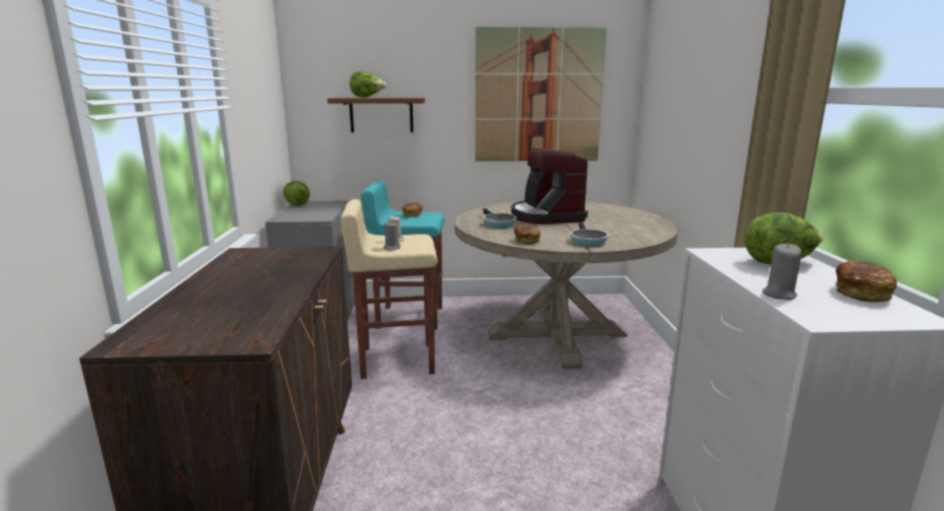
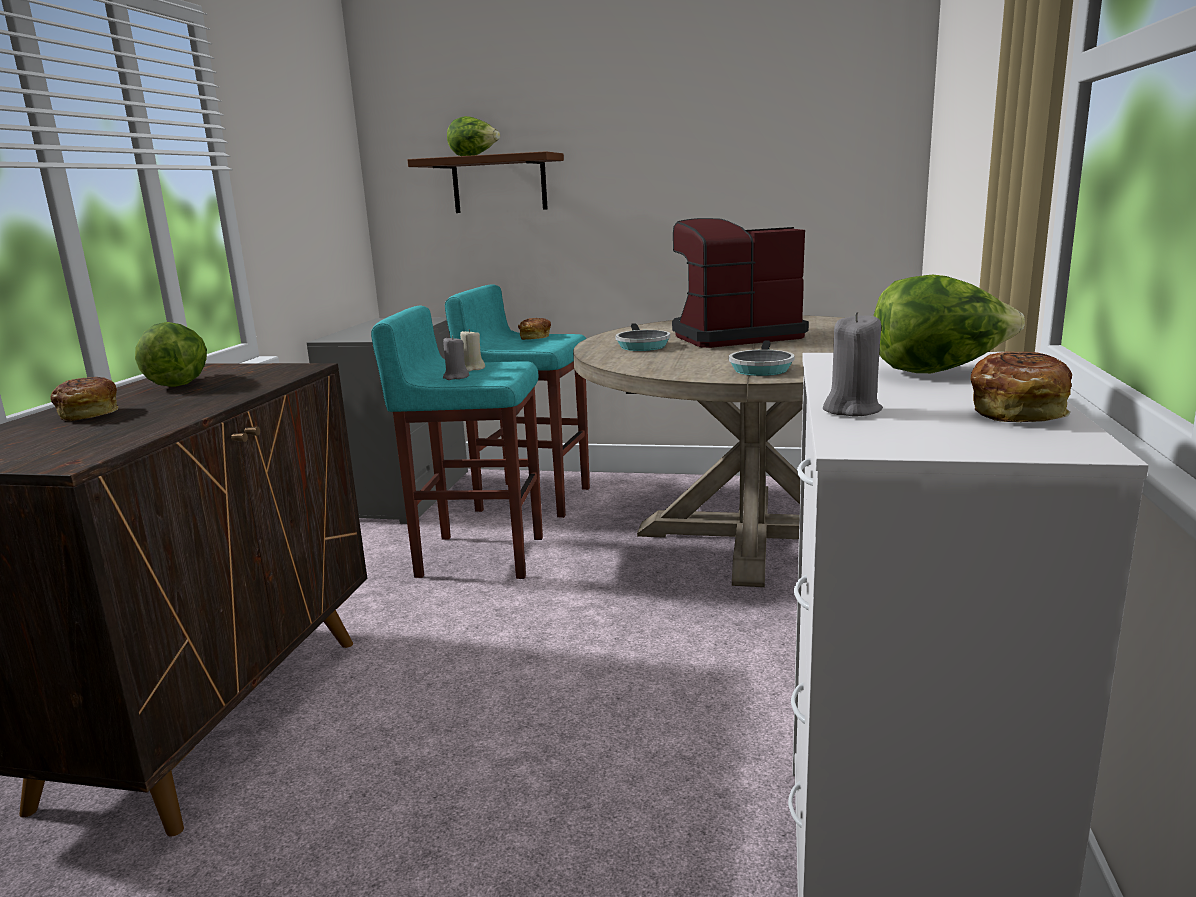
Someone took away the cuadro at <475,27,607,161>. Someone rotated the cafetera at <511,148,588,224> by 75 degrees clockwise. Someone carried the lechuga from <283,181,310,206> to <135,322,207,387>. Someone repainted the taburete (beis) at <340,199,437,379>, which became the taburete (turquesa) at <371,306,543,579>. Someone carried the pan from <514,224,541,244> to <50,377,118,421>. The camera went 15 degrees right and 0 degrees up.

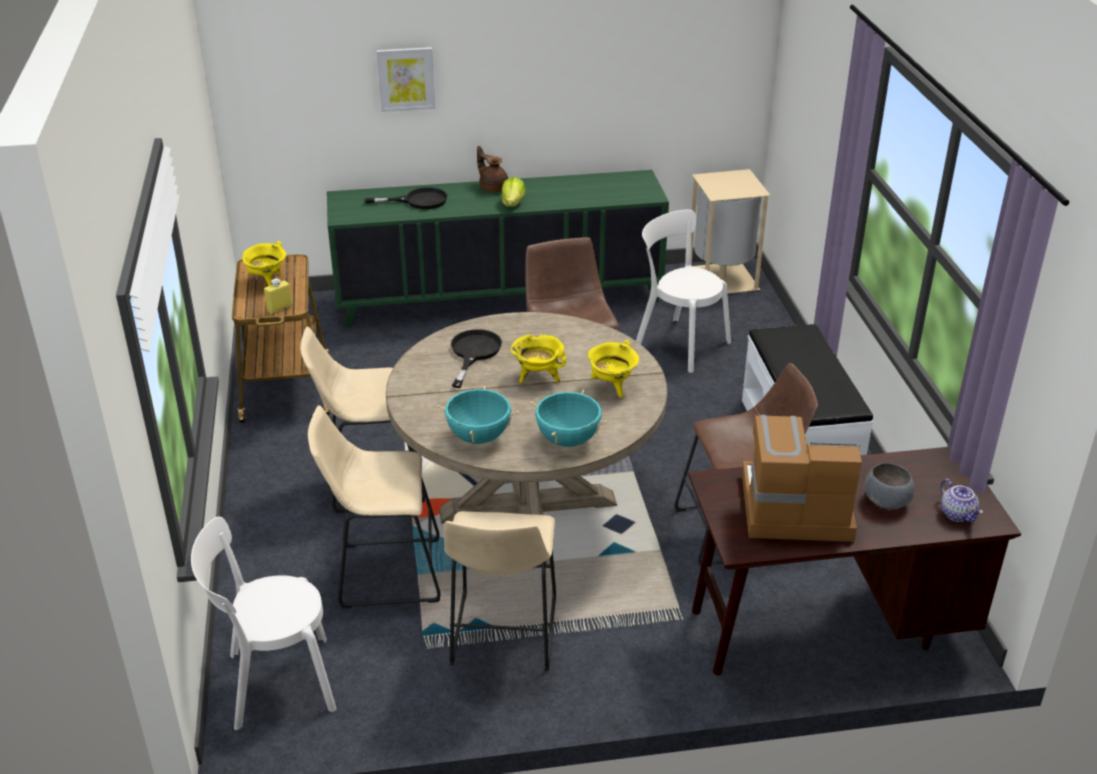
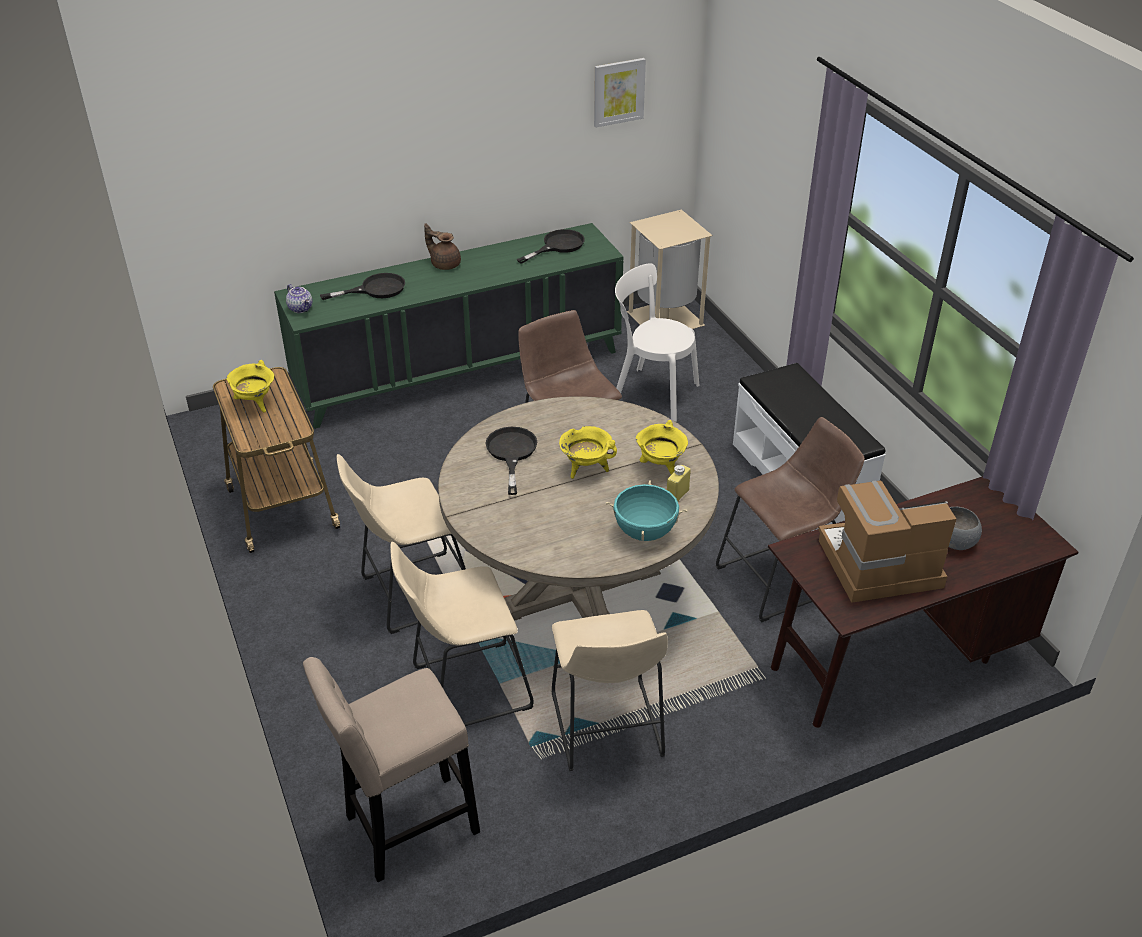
Someone carried the cuadro from <377,47,435,112> to <594,58,646,127>. Someone took away the lechuga at <501,177,526,207>. Someone carried the botella (amarillo) from <264,278,292,314> to <667,465,691,501>. Someone took away the olla (turquesa) at <437,386,519,444>. Someone carried the tetera from <941,479,983,523> to <286,284,313,313>. Someone swapped the silla (blanco) at <191,517,336,730> for the taburete (beis) at <303,657,480,882>. Someone put down the sartén (negro) at <517,229,585,264>. The camera went 15 degrees left and 5 degrees up.

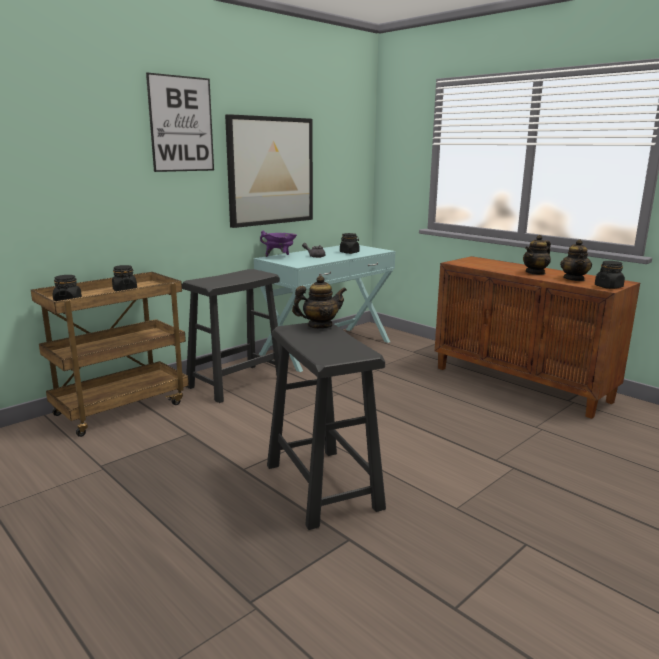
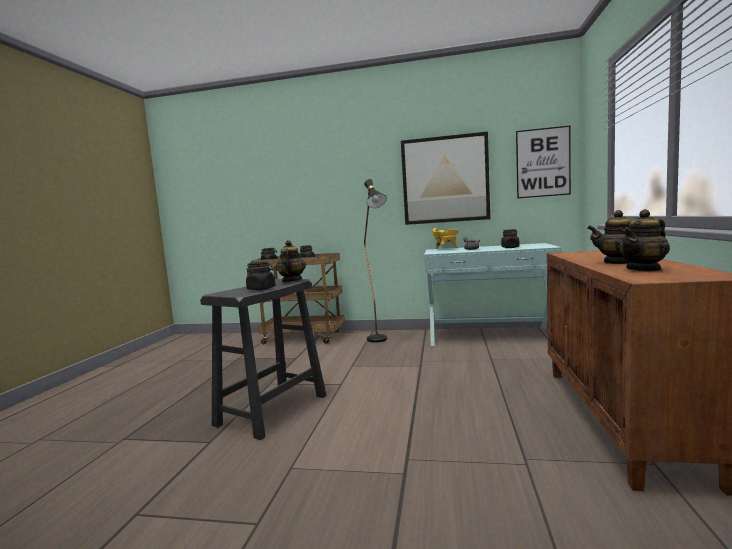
Someone carried the cuadro from <146,73,214,172> to <516,126,571,198>. Someone repainted the olla (morado) at <260,231,297,257>, which became the olla (amarillo) at <432,228,460,249>. Someone carried the tarro (negro) from <595,261,625,289> to <246,261,275,290>. Someone swapped the taburete (negro) at <182,269,280,403> for the lámpara de pie (negro) at <364,179,387,343>. Someone rotated the tetera at <292,276,347,329> by 120 degrees counterclockwise. The camera went 55 degrees right and 10 degrees down.

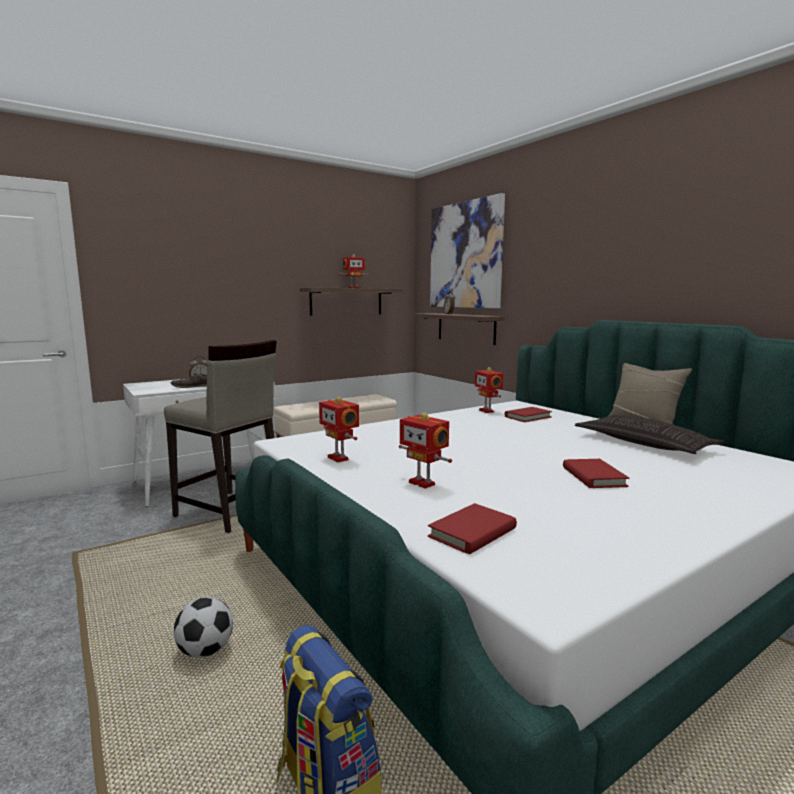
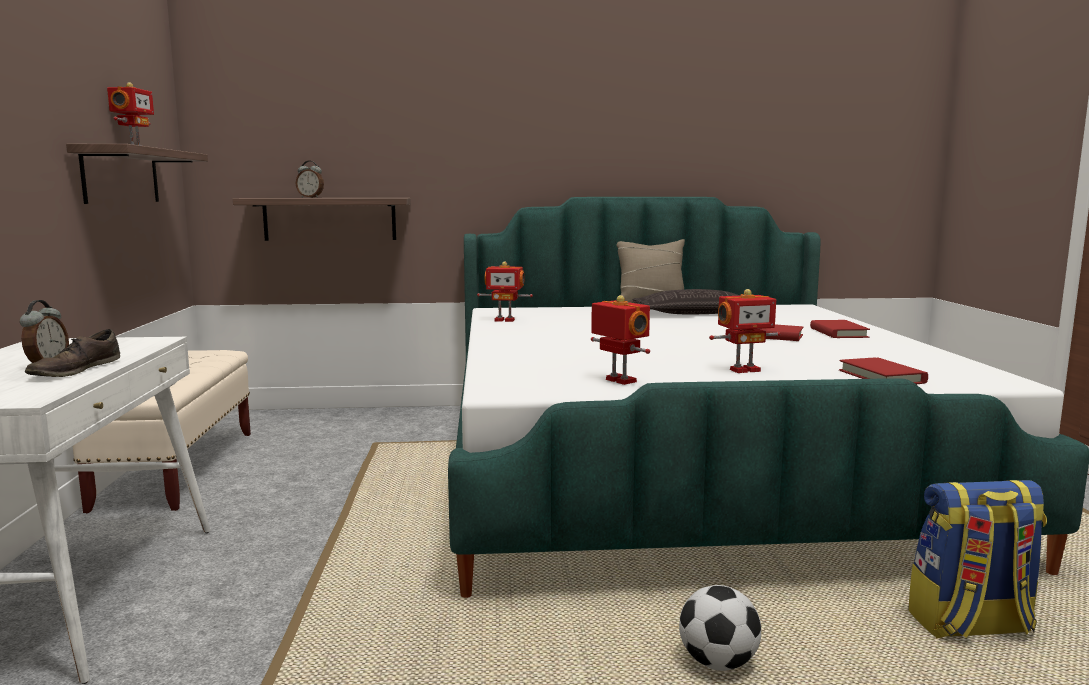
Someone took away the cuadro at <430,193,505,308>. Someone took away the taburete (beis) at <164,340,277,533>. Someone rotated the robot de juguete at <319,397,359,462> by 120 degrees counterclockwise. Someone carried the libro (rojo) from <505,407,552,422> to <810,320,870,338>. The camera went 60 degrees left and 0 degrees up.

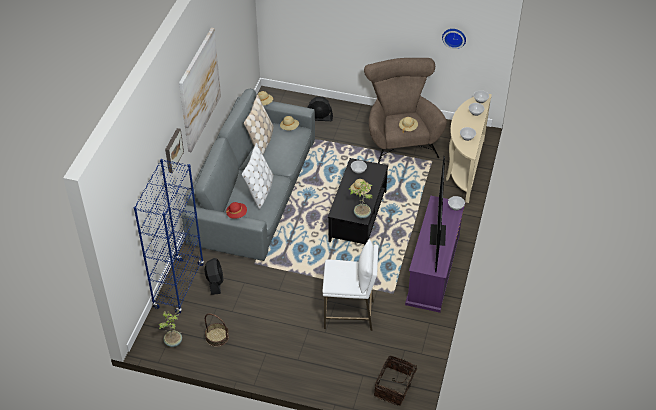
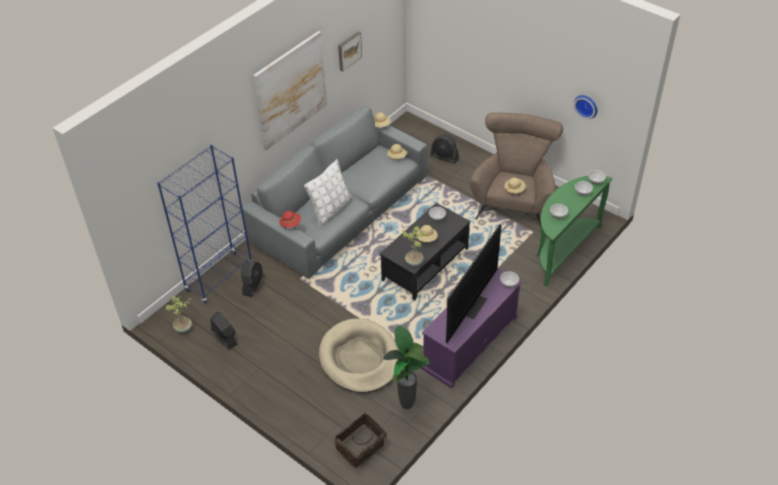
Someone repainted the mesa consola (beis) at <446,94,492,203>, which became the mesa consola (verde) at <537,176,612,286>. Someone took away the cojín (beis) at <244,95,274,154>. Someone carried the cuadro from <165,128,184,173> to <338,31,362,72>. Someone swapped the taburete (blanco) at <322,239,378,331> for the cama para perro (beis) at <319,318,399,393>. Someone swapped the cesta at <205,313,229,347> for the ventilador (negro) at <210,312,238,350>. Someone put down the planta en maceta at <383,326,429,409>. The camera went 25 degrees right and 0 degrees up.

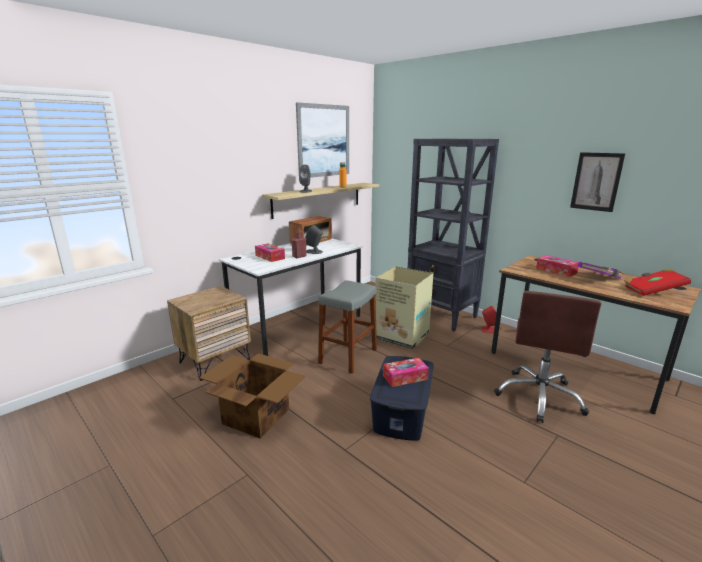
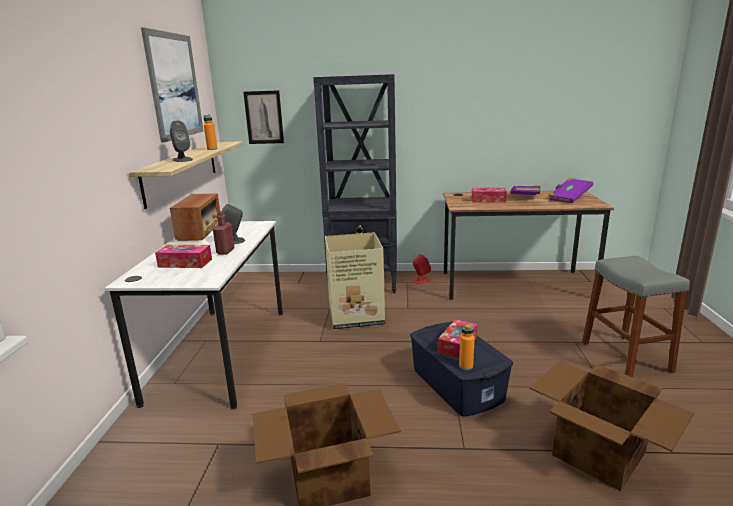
Someone carried the cuadro from <570,152,625,212> to <243,90,284,144>. Someone repainted the libro (rojo) at <624,269,691,296>, which became the libro (morado) at <549,178,593,203>. Someone carried the taburete (gris) from <318,280,377,374> to <582,256,690,377>. Someone took away the mesita de noche (marrón) at <167,286,251,381>. Someone took away the silla de oficina (marrón) at <494,291,602,423>. Someone put down the botella (naranja) at <459,323,475,370>. Someone put down the caja de cartón at <529,361,694,491>. The camera went 40 degrees left and 0 degrees up.

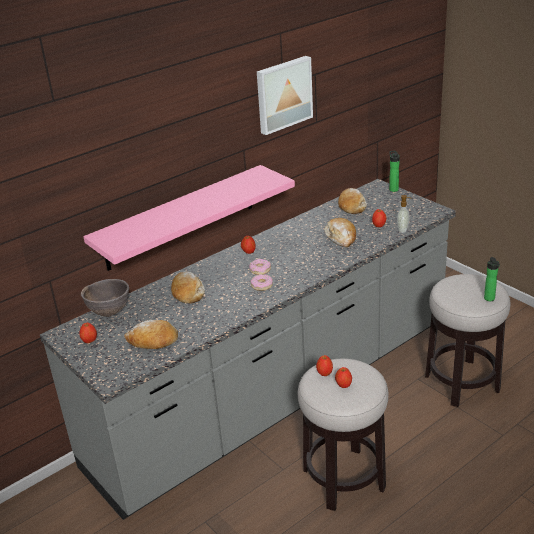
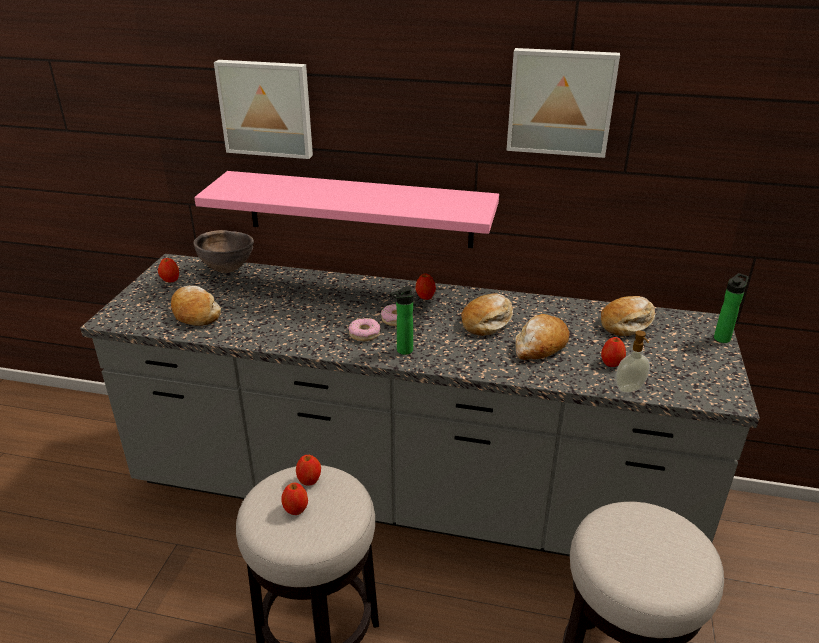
Someone carried the botella from <484,257,500,301> to <390,286,413,355>. Someone carried the pan from <171,271,205,304> to <461,293,513,336>. Someone put up the cuadro at <214,60,313,159>. The camera went 50 degrees right and 0 degrees up.

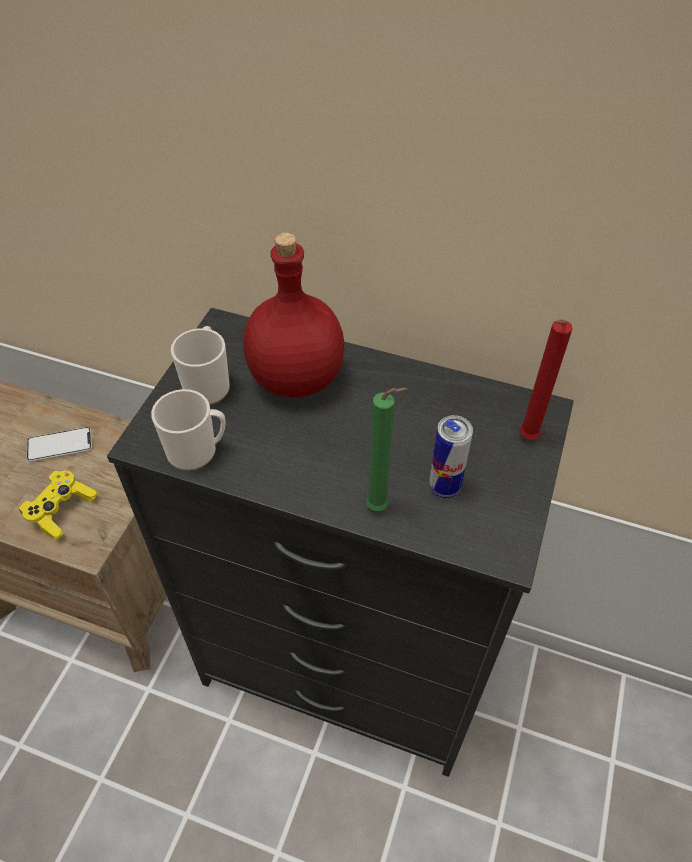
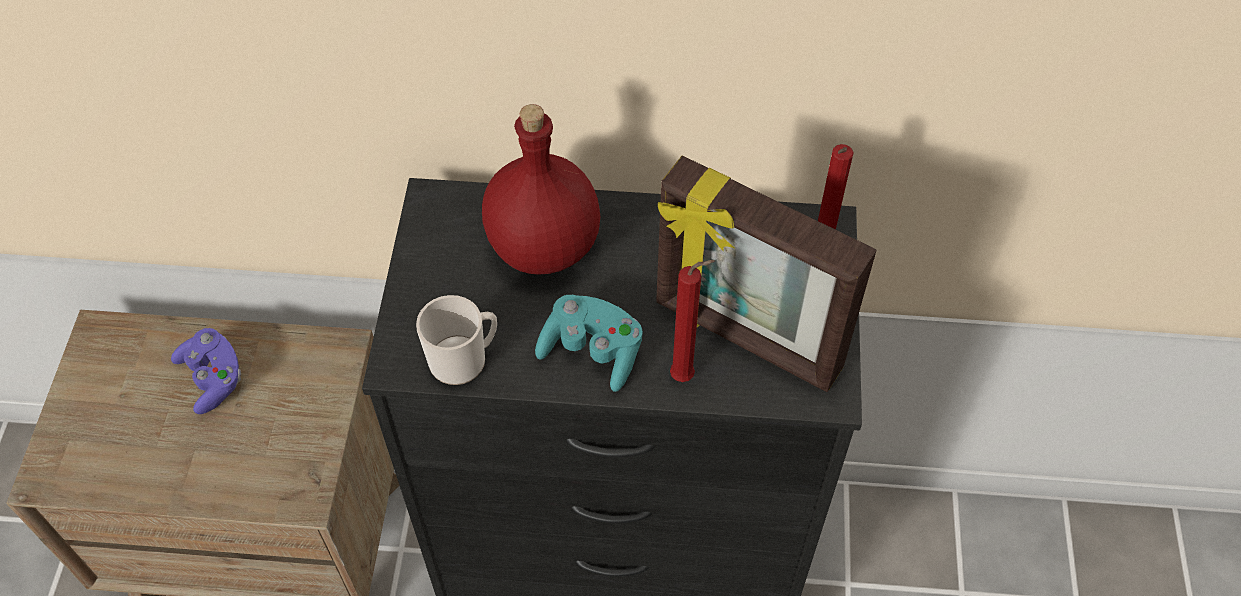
Someone took away the taza grande at <171,326,230,405>. Someone repainted the vela (verde) at <366,388,408,511>, which became the vela (rojo) at <670,260,715,382>. Someone swapped the lata at <429,415,473,498> for the portarretratos at <656,156,876,392>. Someone swapped the móvil at <26,427,92,462> for the mando de consola (morado) at <171,328,241,414>. Someone took away the mando de consola (amarillo) at <19,470,97,540>. Someone put down the mando de consola (turquesa) at <535,295,643,392>. The camera went 15 degrees left and 5 degrees up.

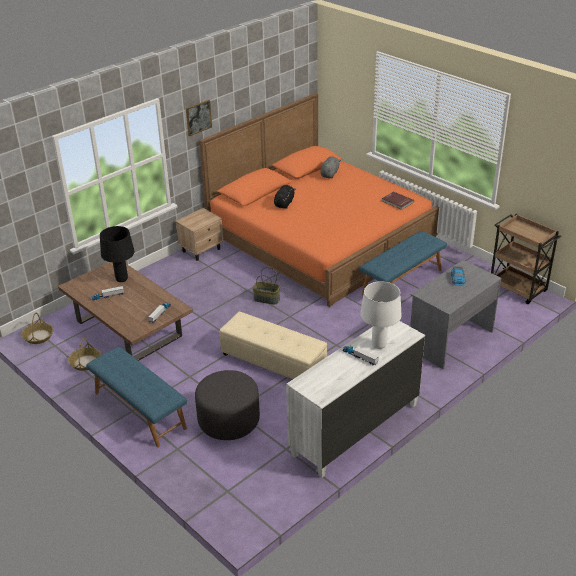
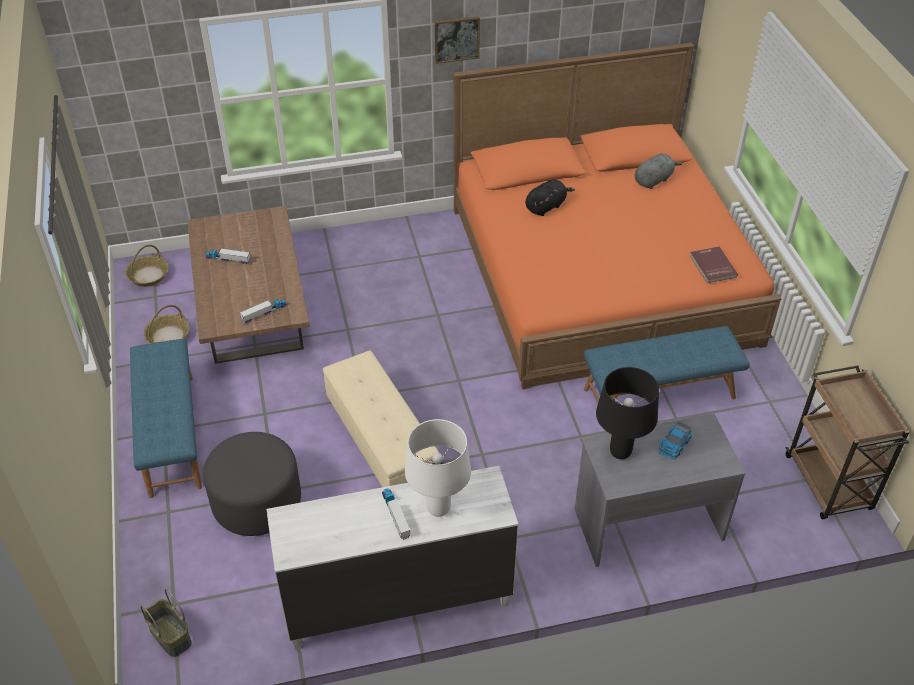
Someone took away the mesita de noche (beis) at <175,208,224,261>. Someone carried the lámpara de mesa (negro) from <100,226,135,282> to <596,367,659,459>. Someone carried the cesta from <252,267,280,304> to <140,589,192,657>. The camera went 30 degrees right and 10 degrees up.

